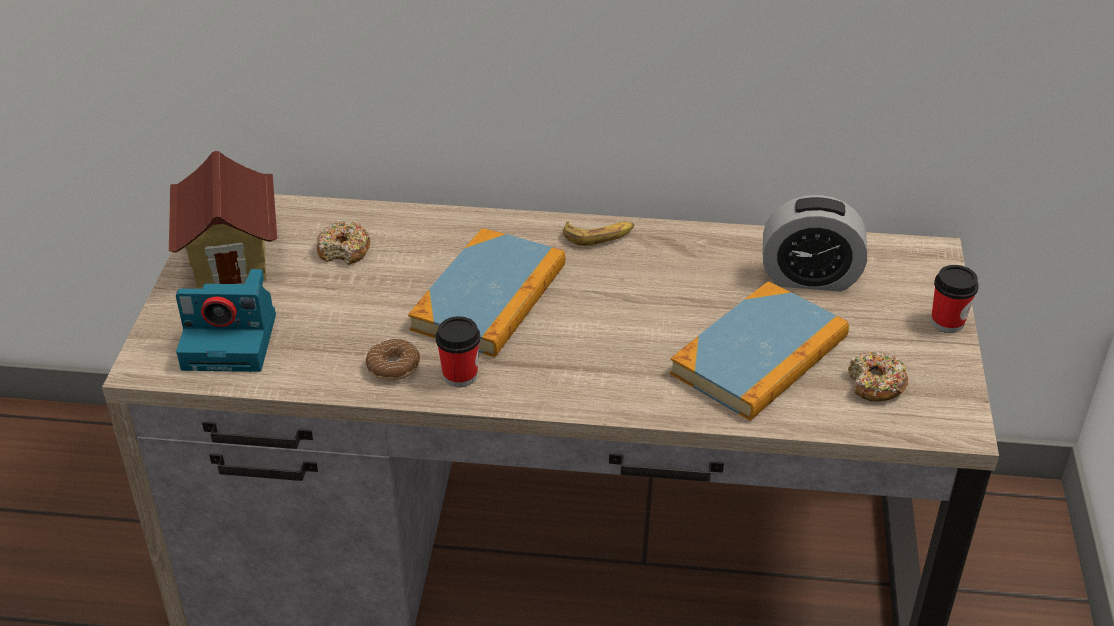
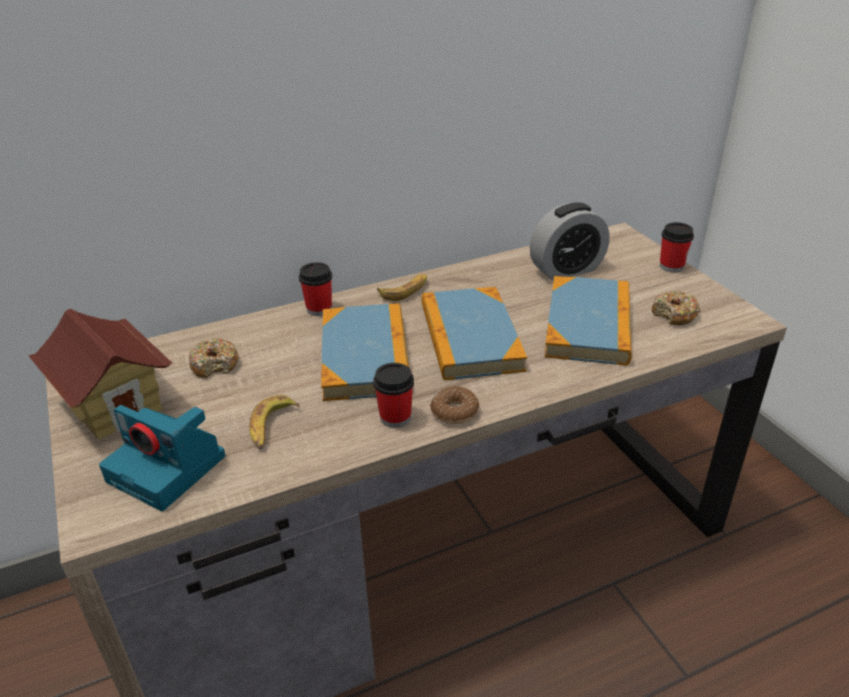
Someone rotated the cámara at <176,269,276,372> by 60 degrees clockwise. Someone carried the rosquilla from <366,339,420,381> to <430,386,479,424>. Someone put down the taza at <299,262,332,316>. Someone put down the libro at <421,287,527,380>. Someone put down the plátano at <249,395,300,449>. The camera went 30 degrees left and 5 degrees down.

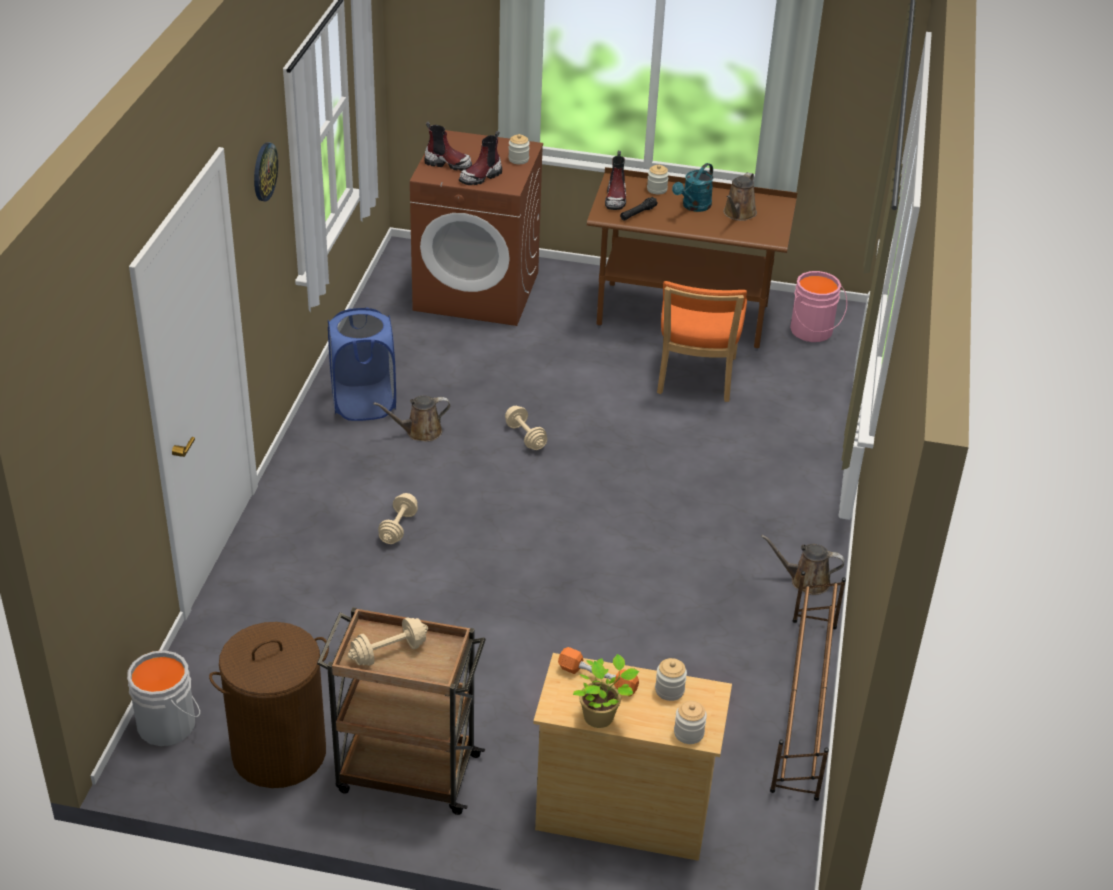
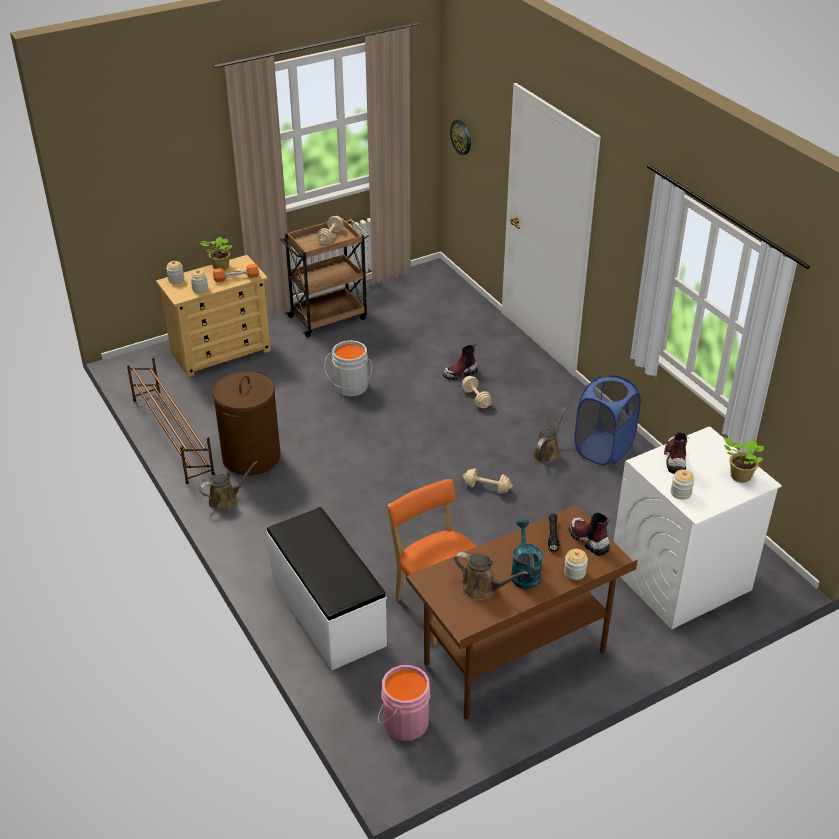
Someone carried the bota from <424,122,472,171> to <443,343,478,380>. Someone repainted the lavadora (marrón) at <410,130,543,326>, which became the lavadora (blanco) at <614,426,782,629>. Someone carried the reloj de pared from <254,142,278,202> to <450,120,471,155>. Someone rotated the regadera (marrón) at <723,172,757,221> by 135 degrees clockwise. Someone carried the cesto de la ropa (marrón) from <209,622,329,788> to <213,371,281,475>. Someone carried the cubo (gris) from <127,650,200,746> to <324,340,372,396>. Someone put down the planta en maceta at <724,438,764,483>. Someone put down the banco (blanco) at <267,507,387,670>. The camera went 140 degrees right and 0 degrees up.

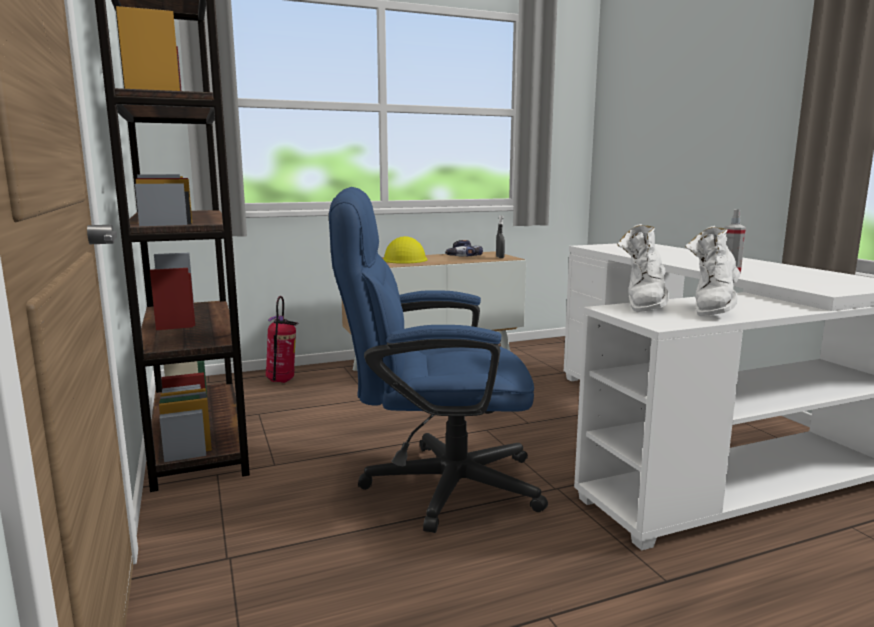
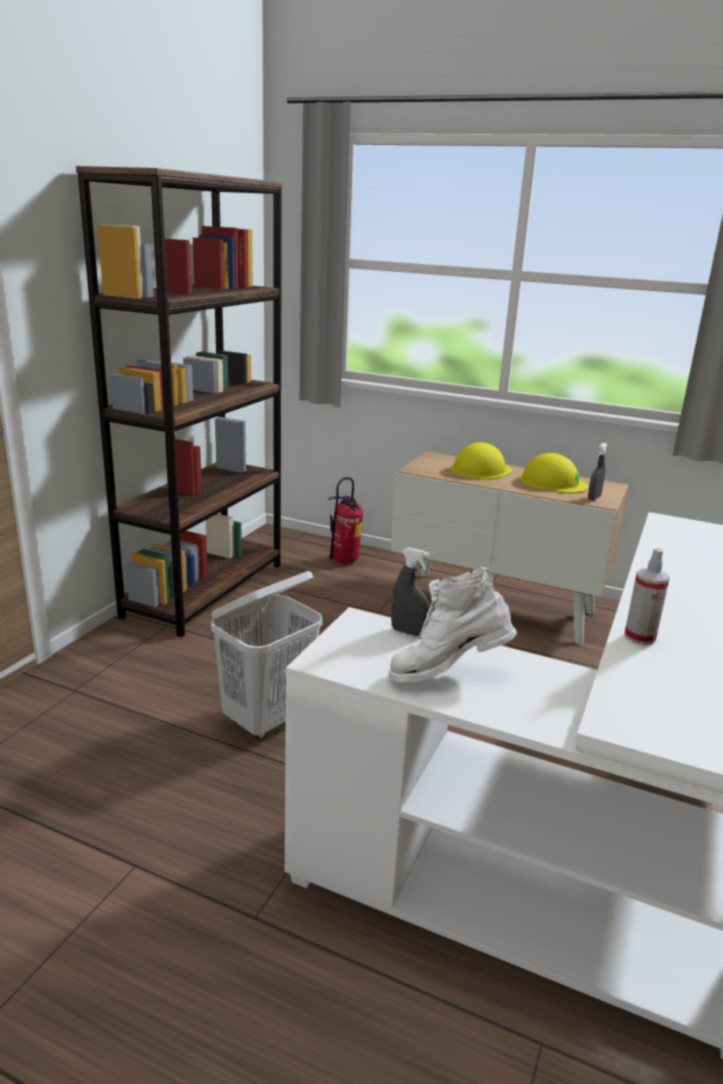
Someone swapped the silla de oficina (azul) at <329,187,548,533> for the cesto de la ropa (blanco) at <211,571,323,740>. Someone swapped the bota (blanco) at <617,224,669,312> for the pulverizador (gris) at <391,547,429,636>. Someone swapped the taladro at <445,240,483,257> for the casco (amarillo) at <520,453,588,493>. The camera went 45 degrees right and 10 degrees up.

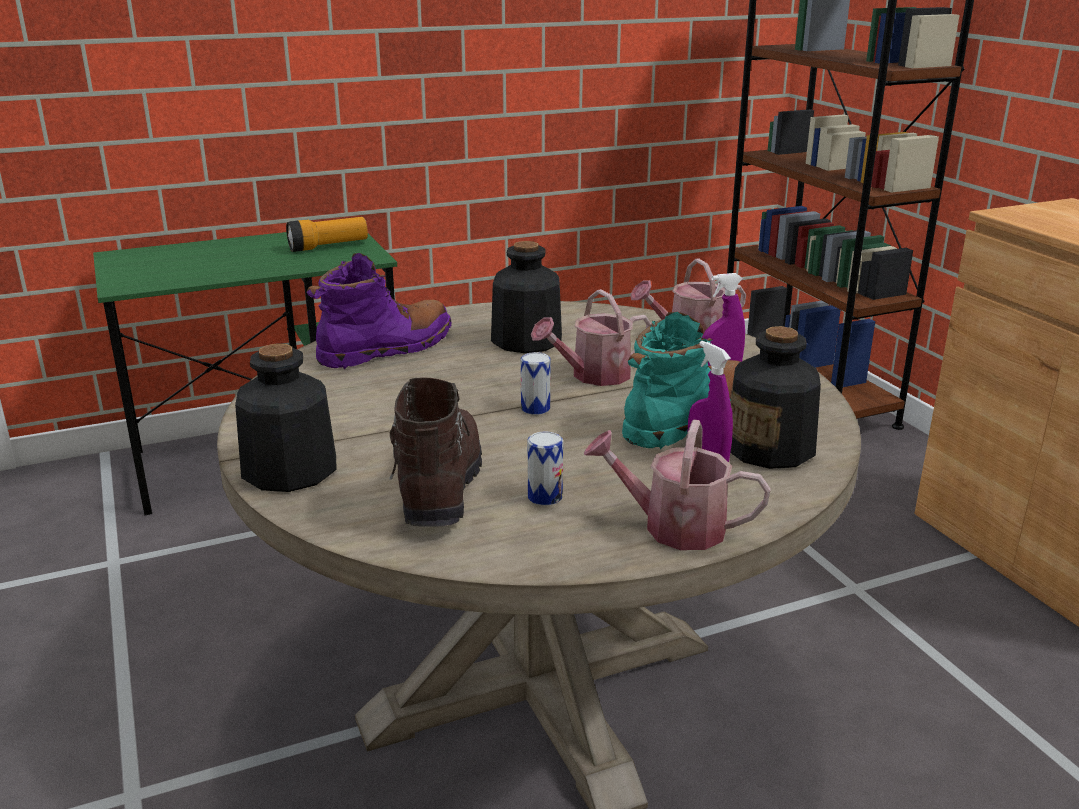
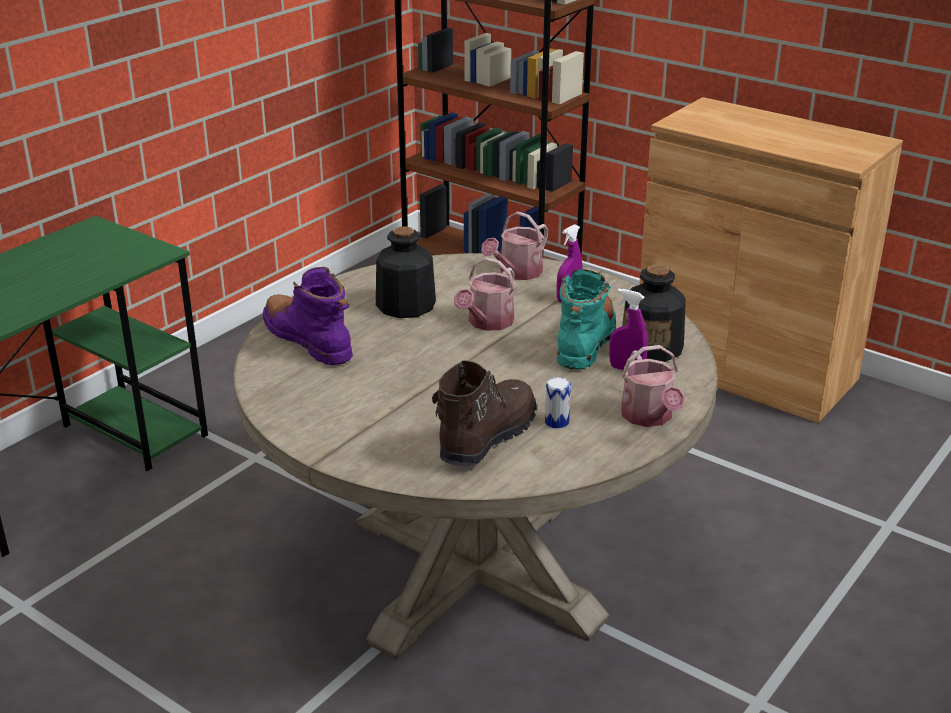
Someone took away the linterna at <286,217,368,252>. Someone rotated the bota (morado) at <307,253,451,369> by 60 degrees counterclockwise. Someone took away the botella at <235,343,337,492>. Someone took away the lata at <521,352,550,415>. Someone rotated the bota (marrón) at <390,378,482,527> by 60 degrees clockwise. Someone rotated the regadera at <584,420,771,550> by 90 degrees counterclockwise. The camera went 30 degrees left and 5 degrees up.

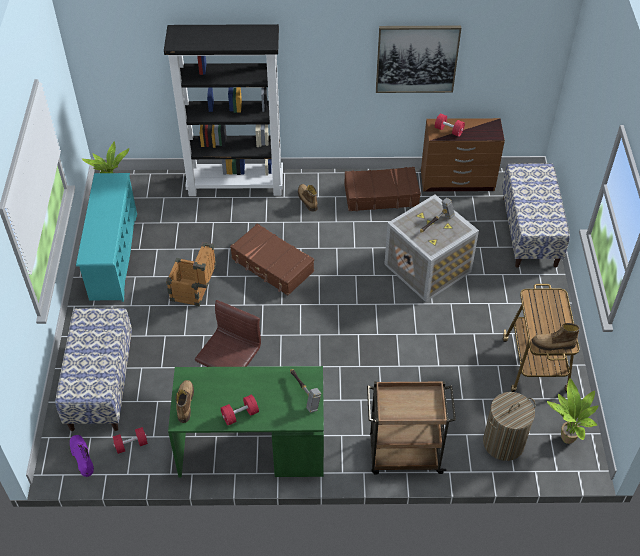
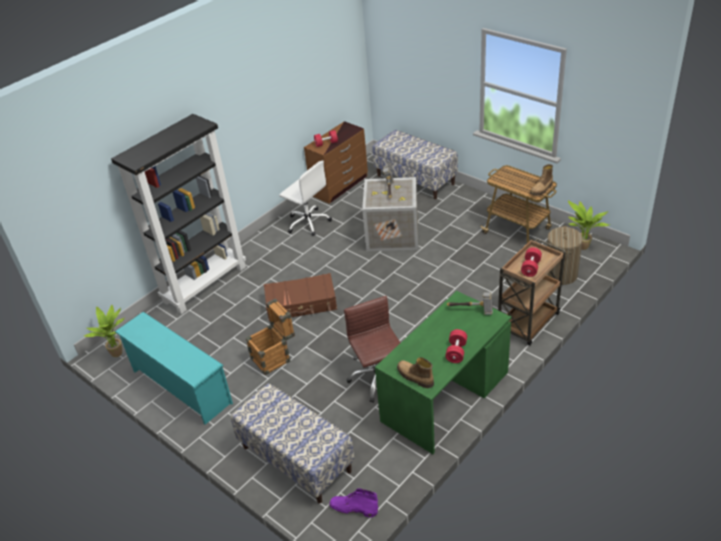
Someone took away the cuadro at <376,26,461,93>. Someone swapped the maleta (marrón) at <344,167,421,211> for the silla de oficina (blanco) at <279,160,332,236>. Someone took away the bota at <298,184,318,211>. Someone carried the mancuerna (rojo) from <113,427,148,454> to <521,247,542,277>. The camera went 45 degrees left and 10 degrees down.

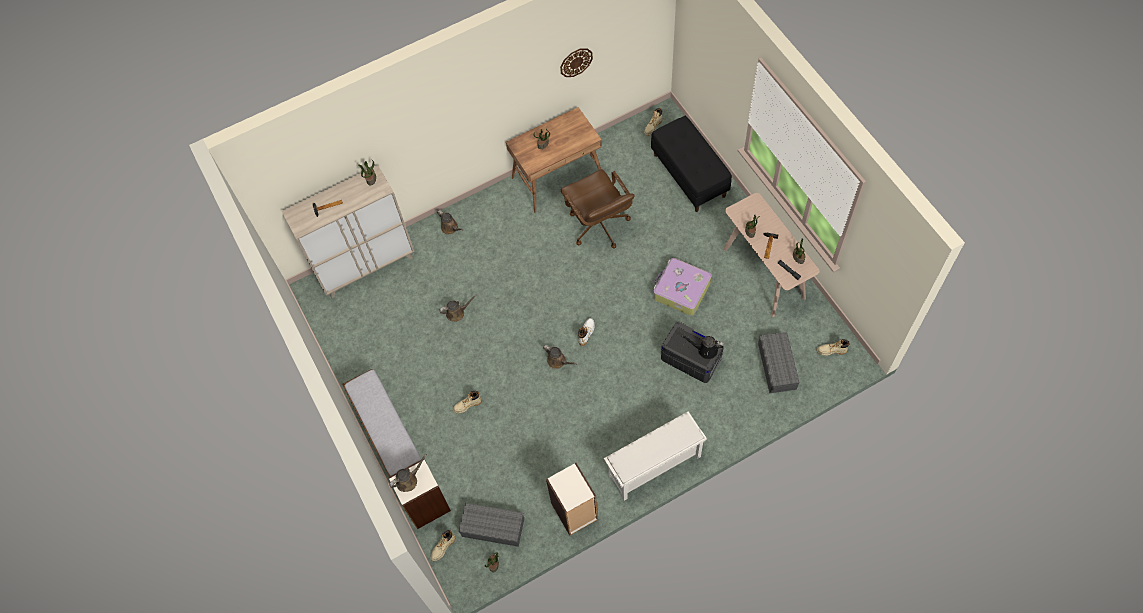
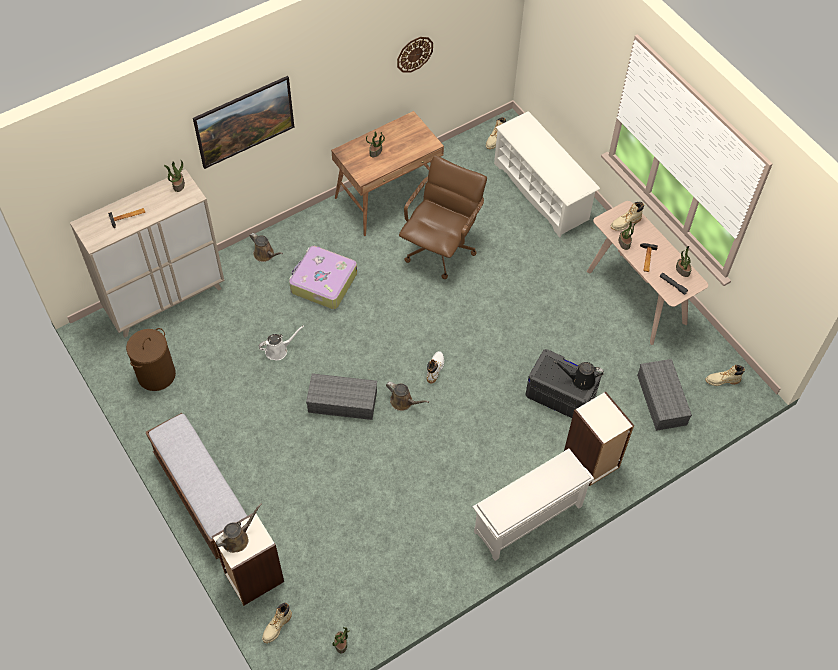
Someone swapped the banco (negro) at <651,116,732,212> for the zapatero (blanco) at <494,111,600,238>. Someone rotated the silla de oficina (marrón) at <561,169,635,249> by 120 degrees counterclockwise. Someone carried the maleta from <653,258,712,316> to <289,246,357,309>. Someone repainted the regadera (marrón) at <439,294,477,322>, which became the regadera (blanco) at <259,326,304,360>. Someone carried the bota (beis) from <453,391,482,413> to <611,202,644,231>. Someone carried the estantería from <546,463,598,536> to <564,391,634,486>. Someone carried the caja de almacenaje (gris) from <459,503,524,547> to <306,373,377,420>. Someone put up the cuadro at <193,76,294,169>. Someone put down the cesto de la ropa (marrón) at <126,328,176,391>. The camera went 10 degrees left and 5 degrees down.

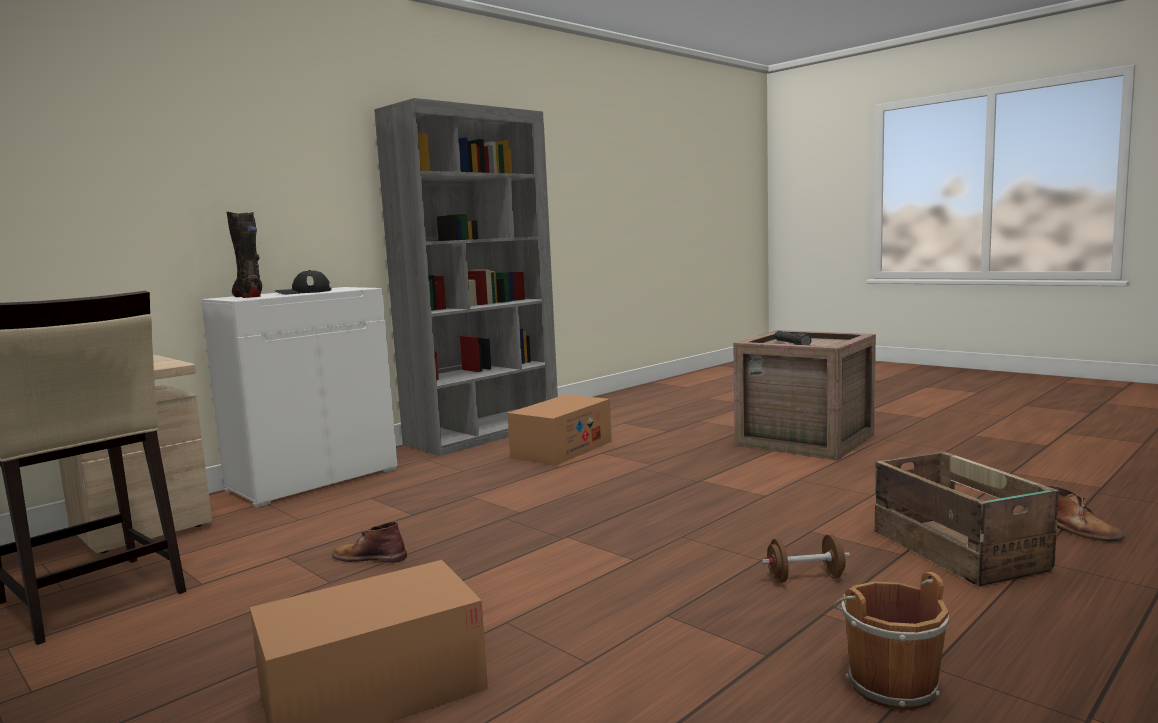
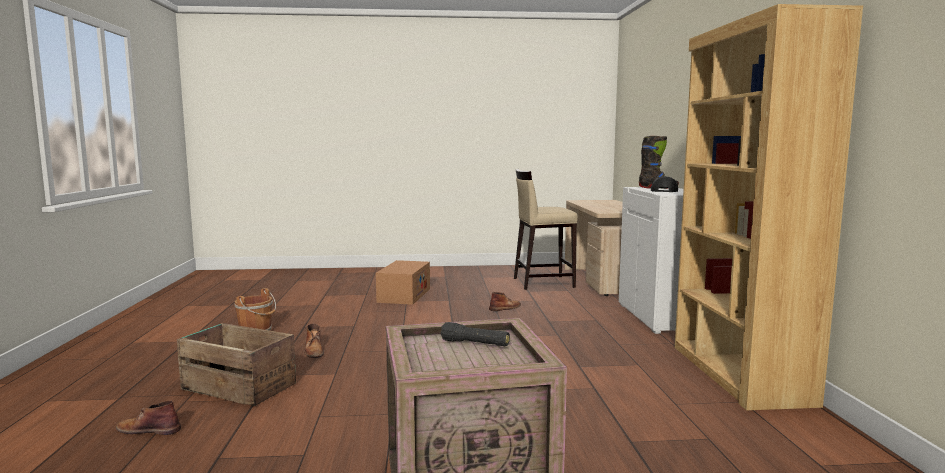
Someone repainted the estantería (gris) at <374,98,558,456>, which became the estantería (marrón) at <675,4,863,410>. Someone took away the caja de cartón at <507,394,612,466>. Someone swapped the mancuerna (marrón) at <761,535,850,583> for the bota (marrón) at <305,324,324,358>. The camera went 130 degrees right and 0 degrees up.

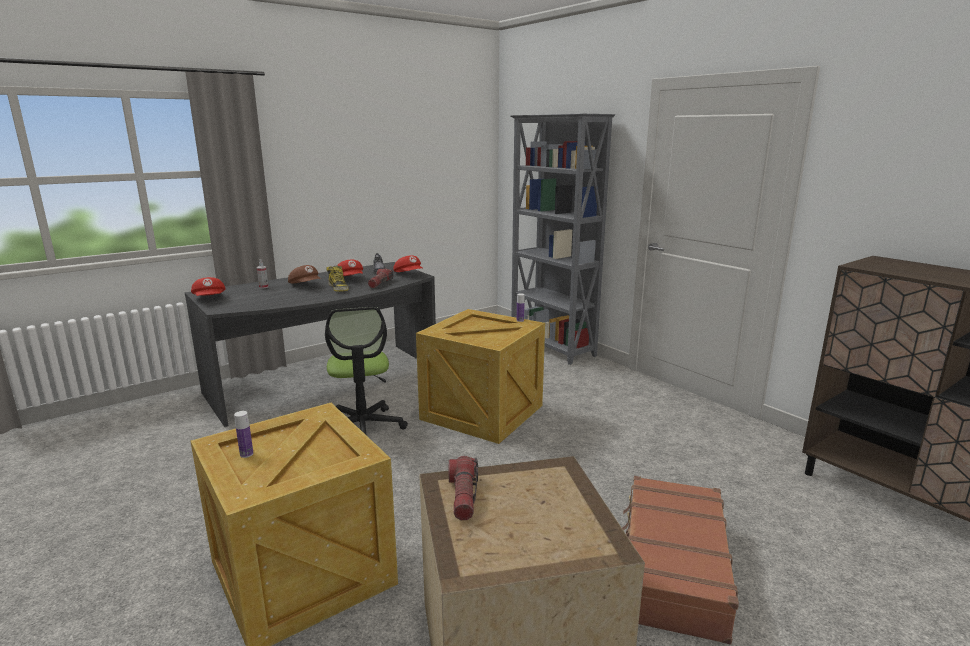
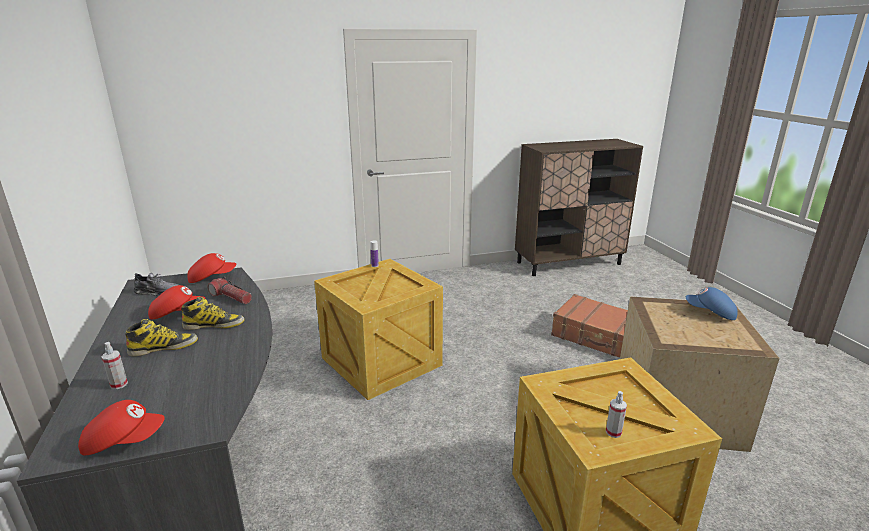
Someone took away the estantería (gris) at <510,114,615,365>. Someone swapped the gorra (marrón) at <288,265,321,283> for the bota at <126,319,198,356>. Someone took away the silla de oficina at <325,307,408,435>. Someone swapped the botella at <234,411,253,458> for the pulverizador at <606,391,627,438>. Someone took away the linterna at <449,456,478,520>. Someone put down the gorra (azul) at <686,287,738,320>. The camera went 70 degrees left and 5 degrees up.

